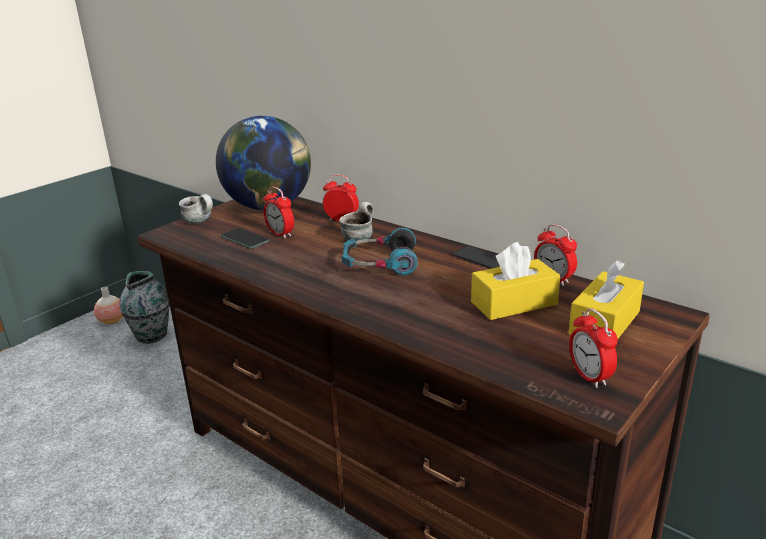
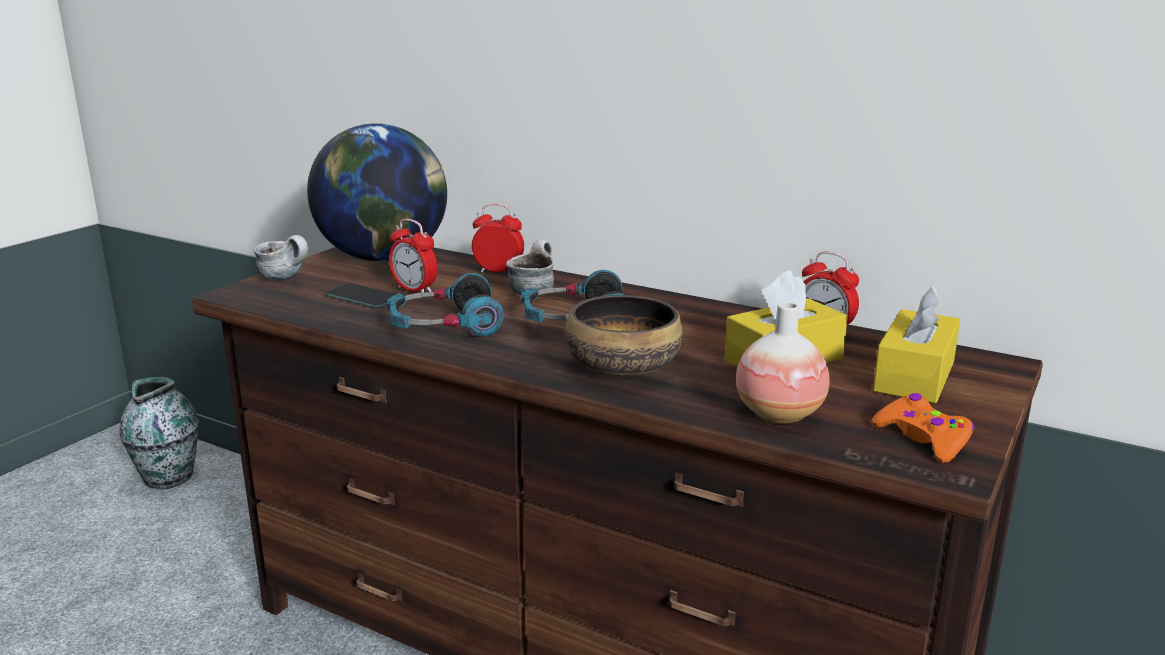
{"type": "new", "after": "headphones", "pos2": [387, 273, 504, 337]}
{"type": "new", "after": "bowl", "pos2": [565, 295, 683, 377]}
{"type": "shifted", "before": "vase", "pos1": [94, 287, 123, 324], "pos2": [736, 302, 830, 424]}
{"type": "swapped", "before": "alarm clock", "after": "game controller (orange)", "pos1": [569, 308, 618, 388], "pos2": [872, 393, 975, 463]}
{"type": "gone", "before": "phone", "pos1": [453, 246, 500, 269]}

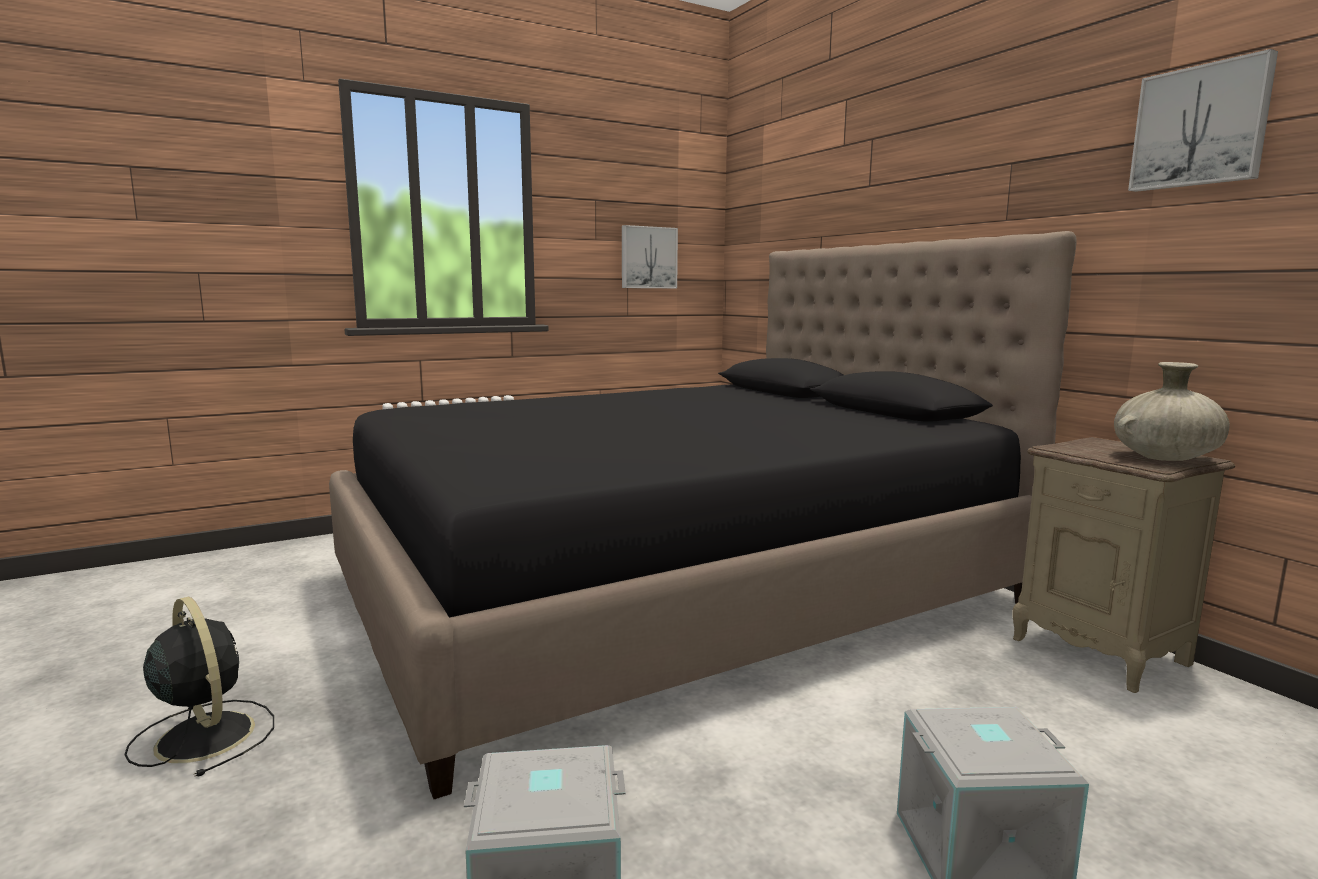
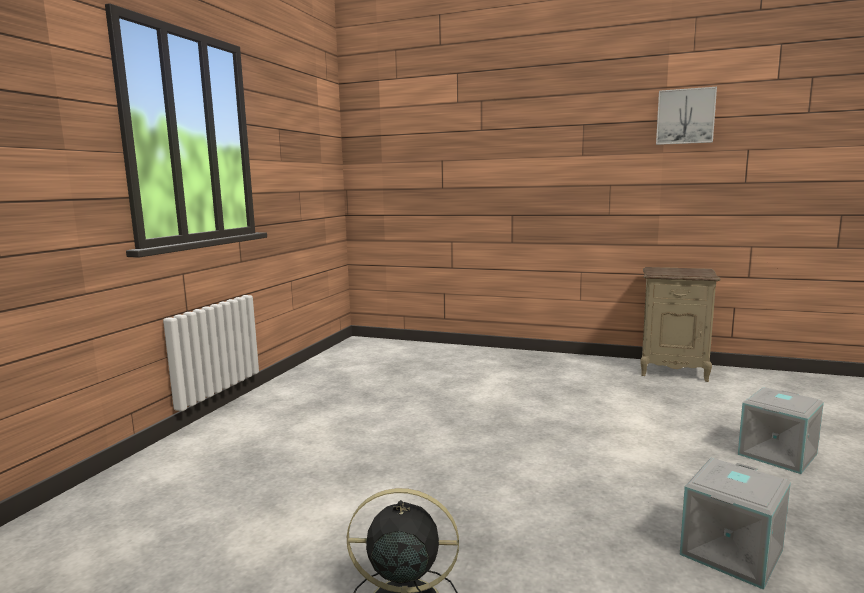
{"type": "gone", "before": "bed (black)", "pos1": [329, 231, 1077, 799]}
{"type": "gone", "before": "picture", "pos1": [622, 225, 678, 288]}
{"type": "gone", "before": "vase (beige)", "pos1": [1114, 362, 1230, 461]}

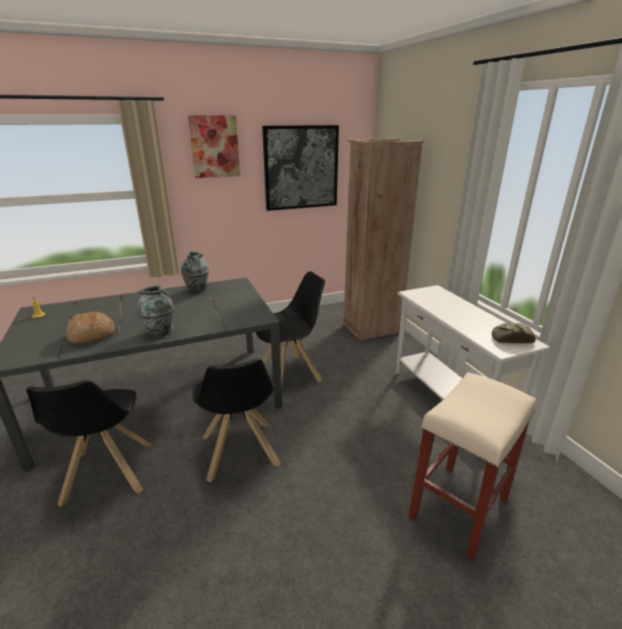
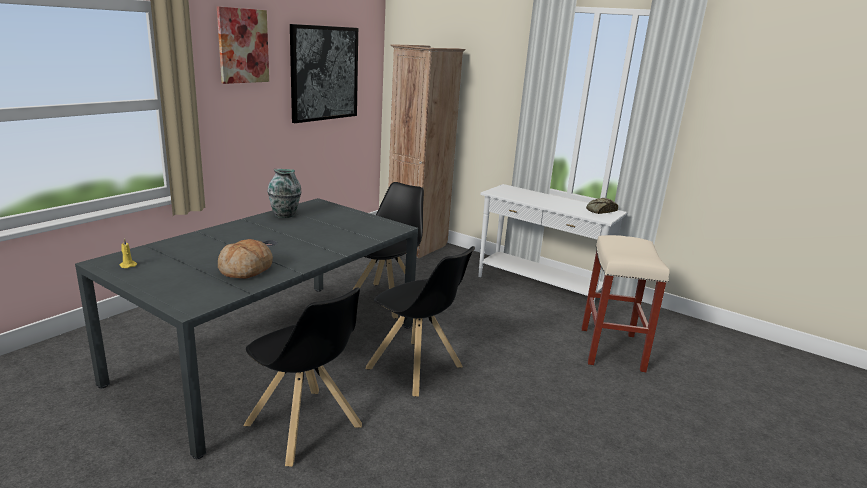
{"type": "gone", "before": "vase", "pos1": [137, 285, 174, 337]}

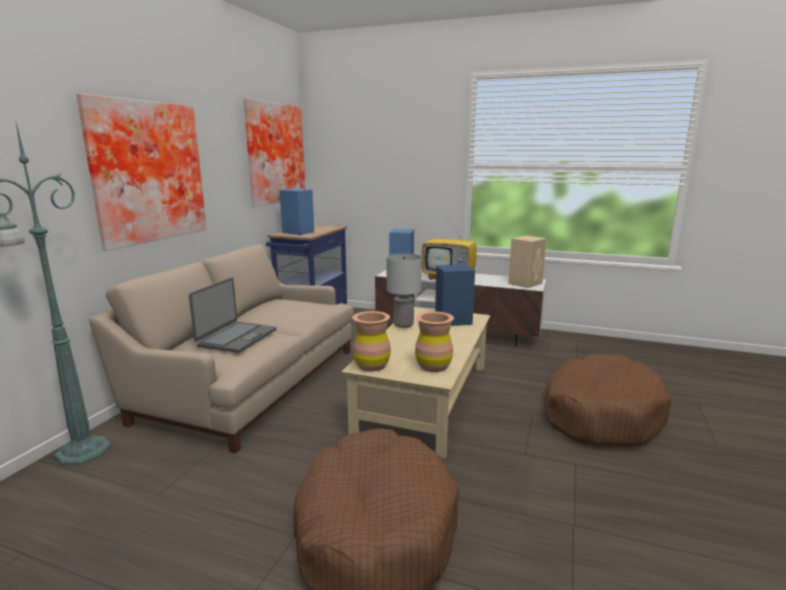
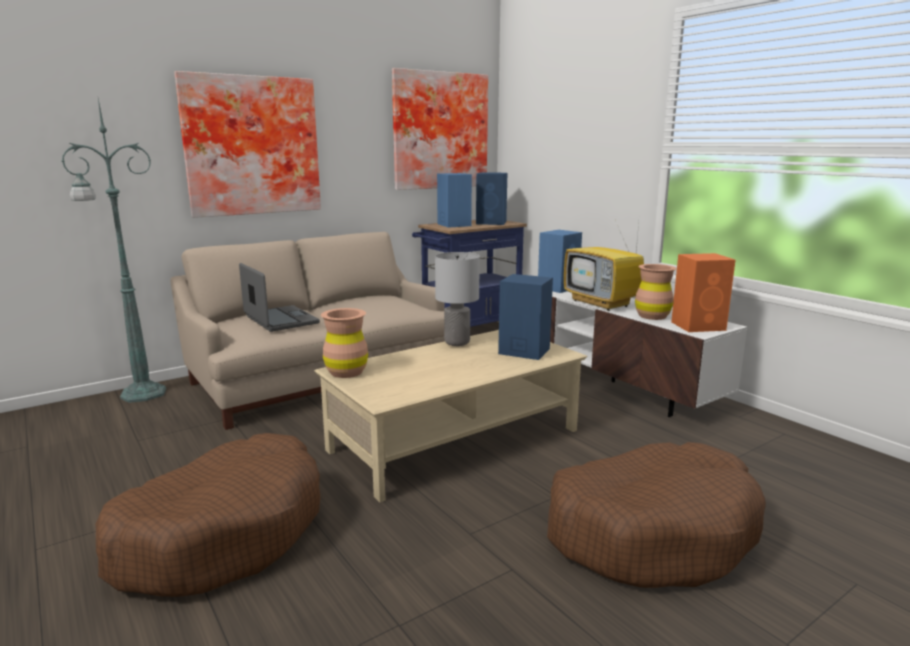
{"type": "rotated", "before": "laptop", "pos1": [189, 278, 276, 353], "pos2": [239, 263, 320, 332], "turn": -90}
{"type": "new", "after": "speaker (blue)", "pos2": [476, 172, 507, 225]}
{"type": "shifted", "before": "vase (brown)", "pos1": [415, 312, 454, 372], "pos2": [635, 264, 676, 320]}
{"type": "repainted", "before": "speaker (beige)", "after": "speaker (orange)", "pos1": [508, 236, 546, 288], "pos2": [671, 253, 736, 332]}

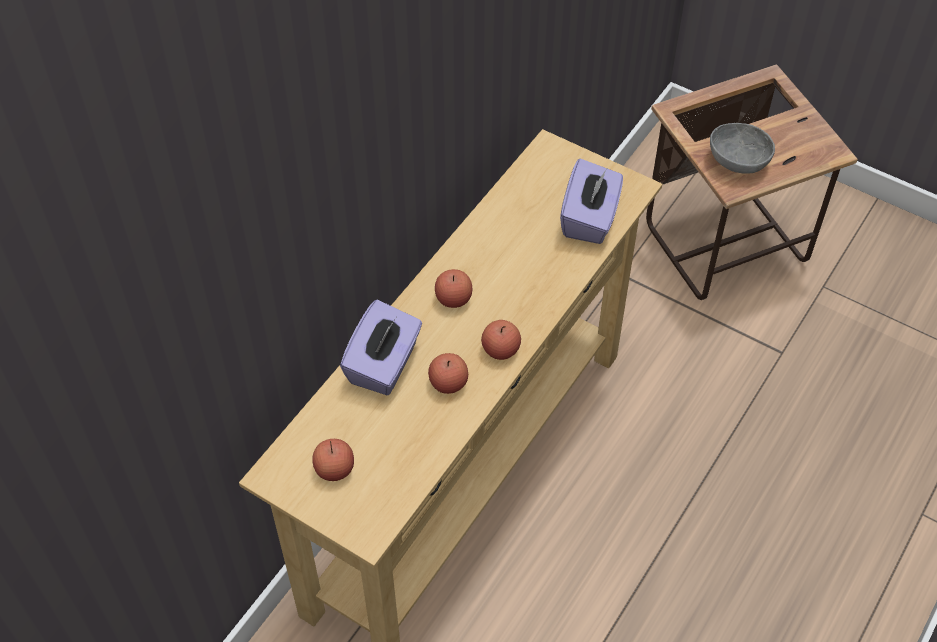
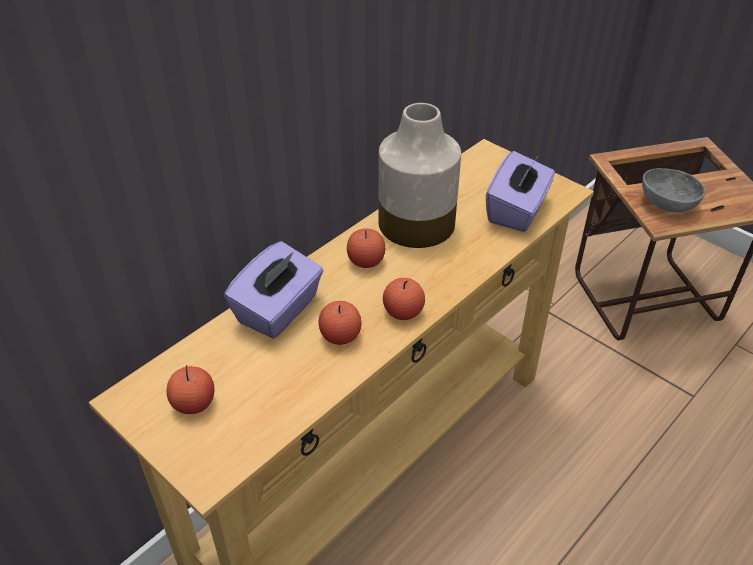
{"type": "new", "after": "vase (beige)", "pos2": [379, 103, 461, 248]}

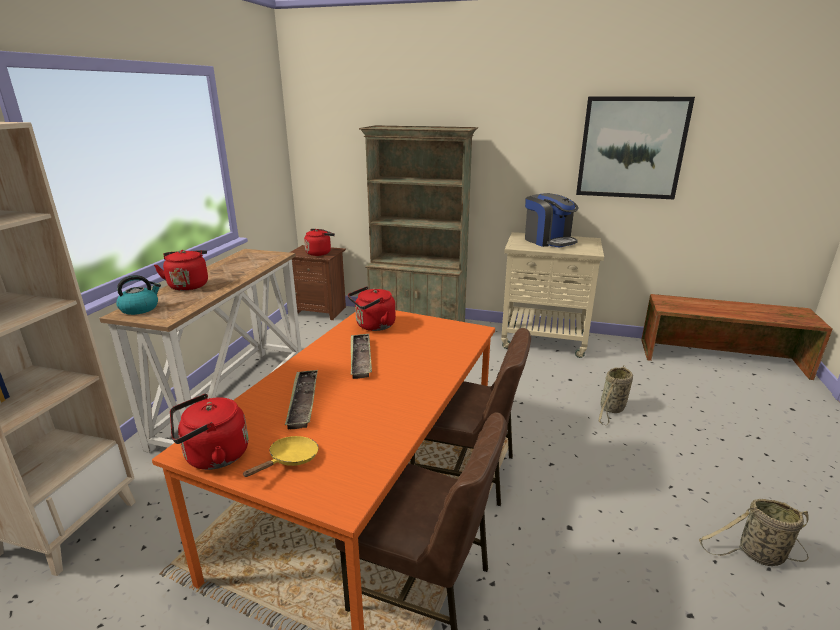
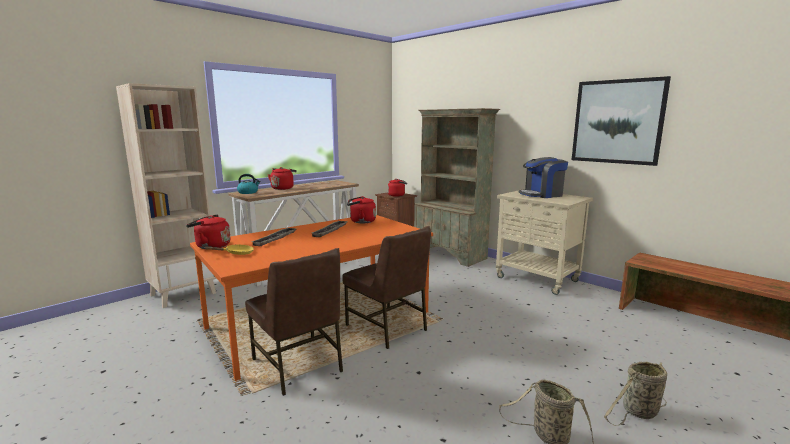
{"type": "rotated", "before": "coffee machine", "pos1": [525, 193, 579, 247], "pos2": [519, 157, 568, 198], "turn": 75}
{"type": "shifted", "before": "basket", "pos1": [599, 365, 633, 425], "pos2": [604, 362, 667, 426]}

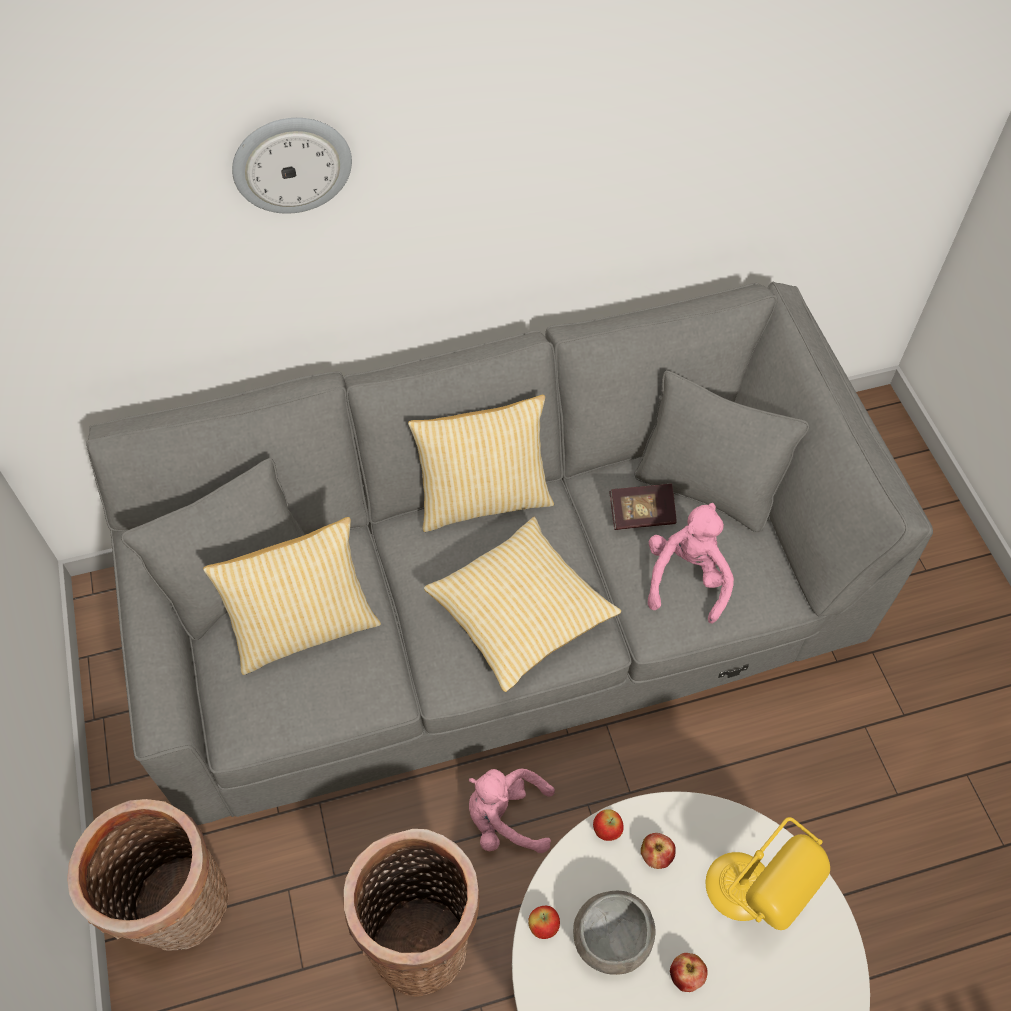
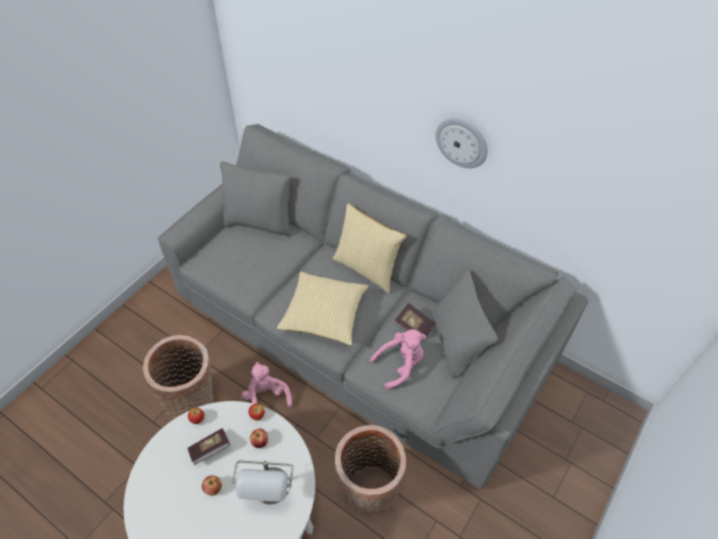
{"type": "swapped", "before": "bowl (grey)", "after": "book", "pos1": [573, 891, 655, 975], "pos2": [188, 428, 230, 465]}
{"type": "repainted", "before": "table lamp (yellow)", "after": "table lamp (white)", "pos1": [706, 817, 830, 930], "pos2": [232, 460, 294, 504]}
{"type": "shifted", "before": "basket", "pos1": [67, 799, 229, 951], "pos2": [335, 425, 407, 515]}
{"type": "shifted", "before": "wall clock", "pos1": [232, 118, 352, 214], "pos2": [436, 118, 487, 168]}
{"type": "gone", "before": "pillow", "pos1": [203, 517, 381, 675]}

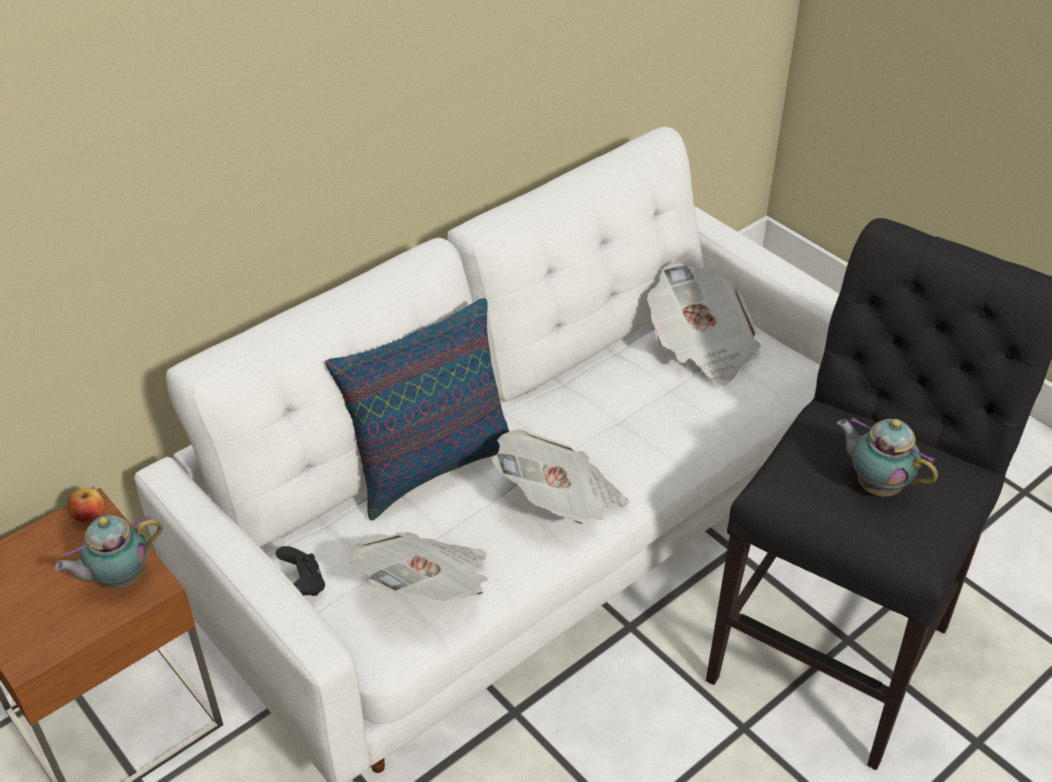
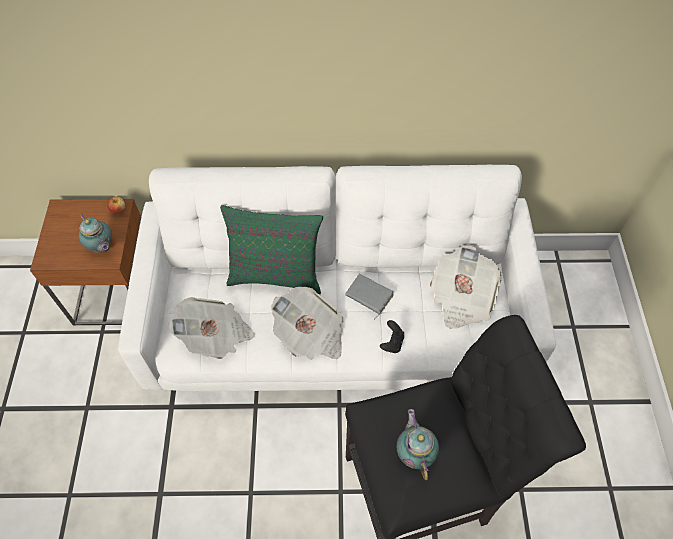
{"type": "rotated", "before": "teapot", "pos1": [55, 515, 163, 590], "pos2": [79, 214, 112, 253], "turn": -135}
{"type": "repainted", "before": "pillow (blue)", "after": "pillow (green)", "pos1": [325, 298, 509, 521], "pos2": [220, 205, 323, 294]}
{"type": "new", "after": "book (grey)", "pos2": [345, 274, 394, 320]}
{"type": "shifted", "before": "game controller (black)", "pos1": [276, 546, 325, 596], "pos2": [380, 320, 404, 353]}

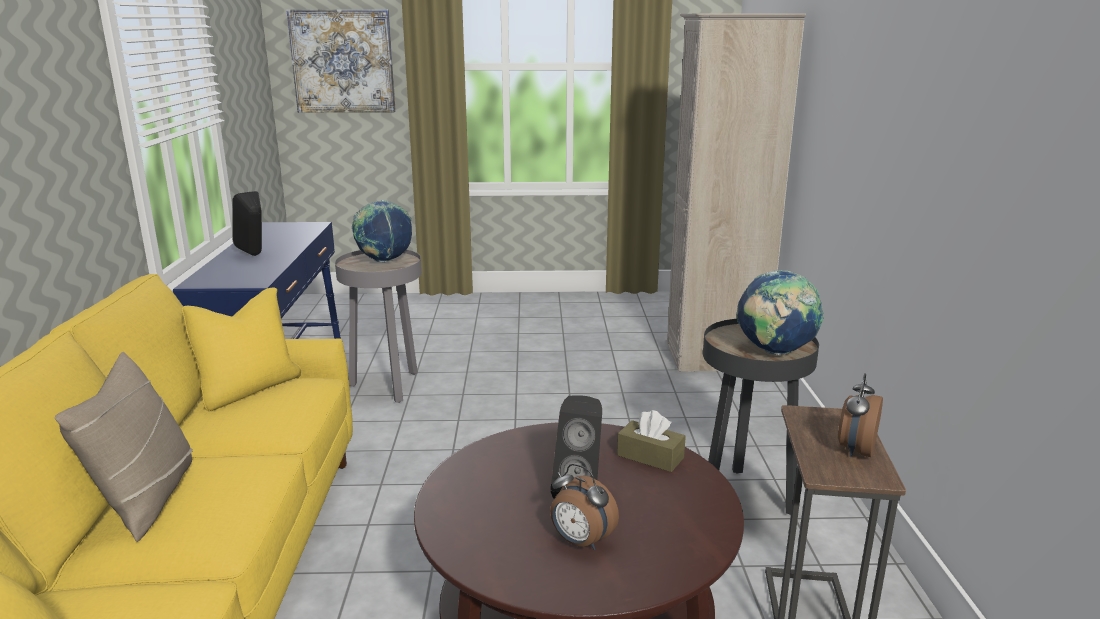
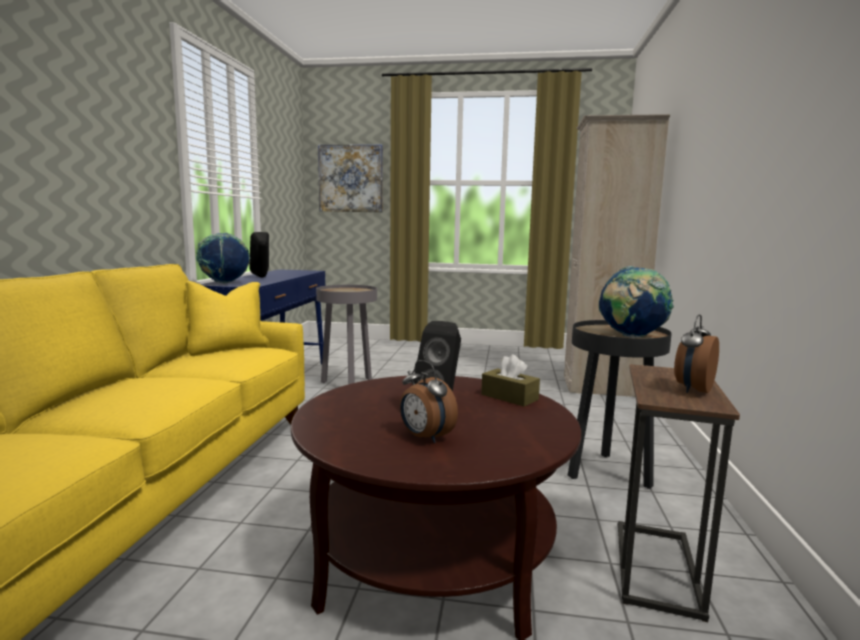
{"type": "shifted", "before": "globe", "pos1": [352, 200, 412, 262], "pos2": [196, 233, 250, 284]}
{"type": "gone", "before": "pillow (beige)", "pos1": [55, 352, 193, 542]}

